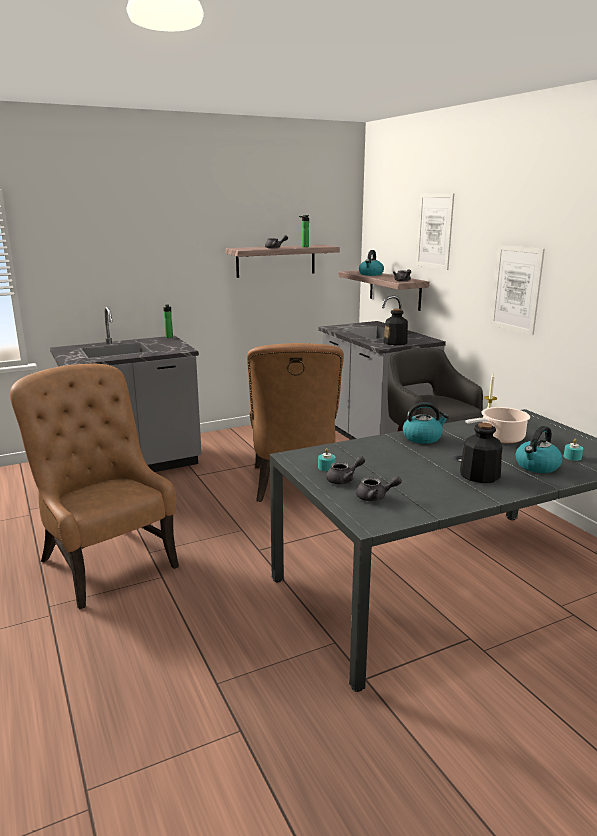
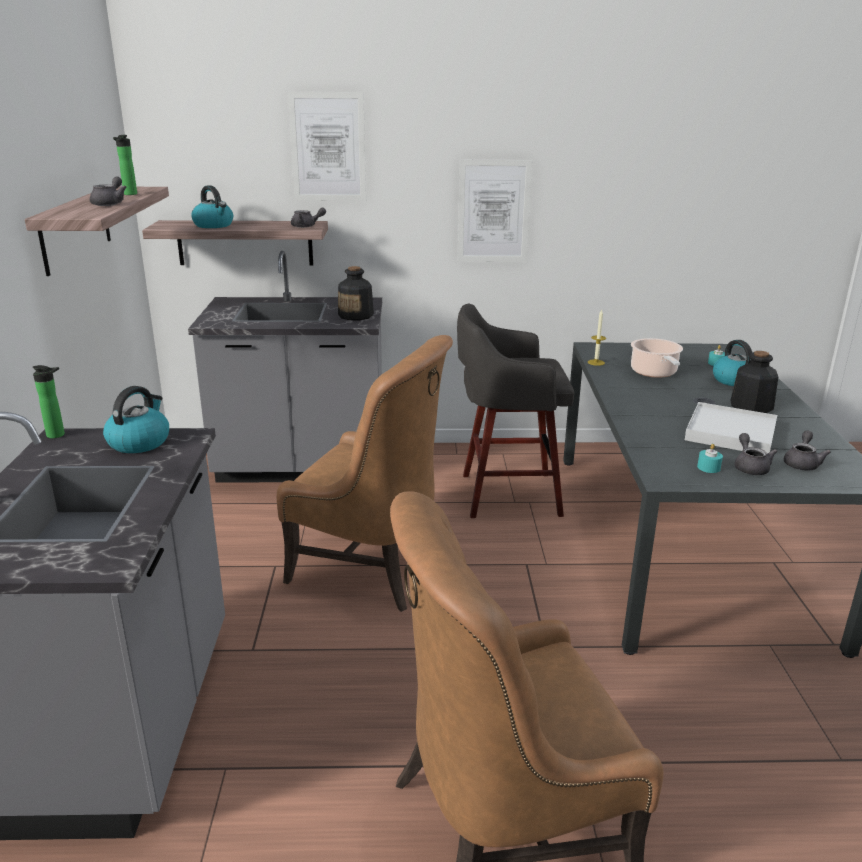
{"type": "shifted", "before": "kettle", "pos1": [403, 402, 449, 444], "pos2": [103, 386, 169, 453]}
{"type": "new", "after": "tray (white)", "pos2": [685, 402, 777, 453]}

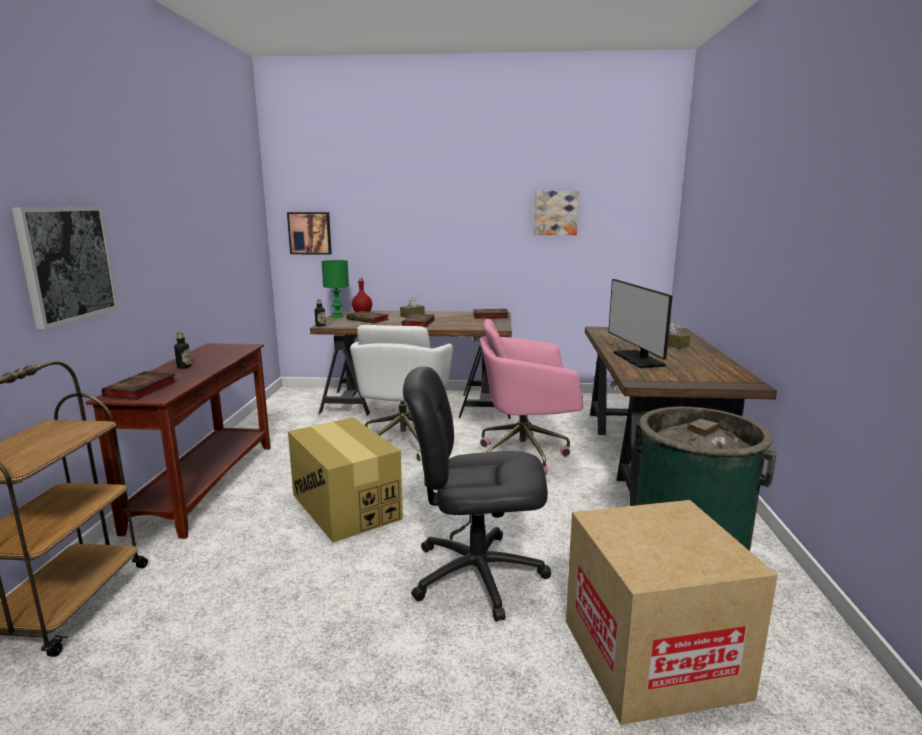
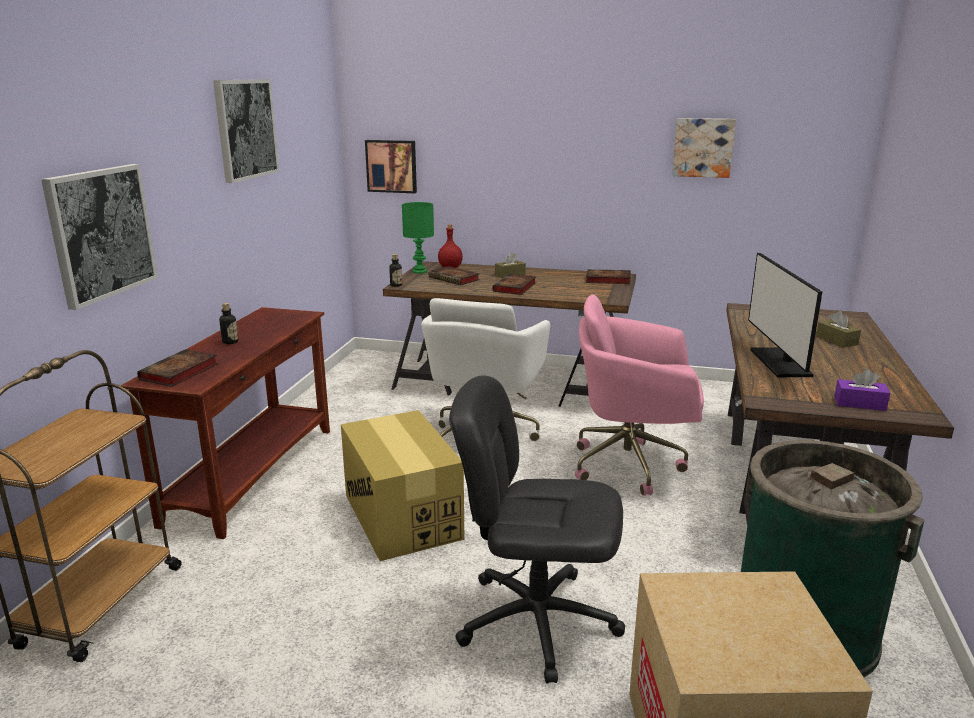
{"type": "new", "after": "picture", "pos2": [213, 79, 280, 183]}
{"type": "new", "after": "tissue box (purple)", "pos2": [834, 369, 890, 411]}

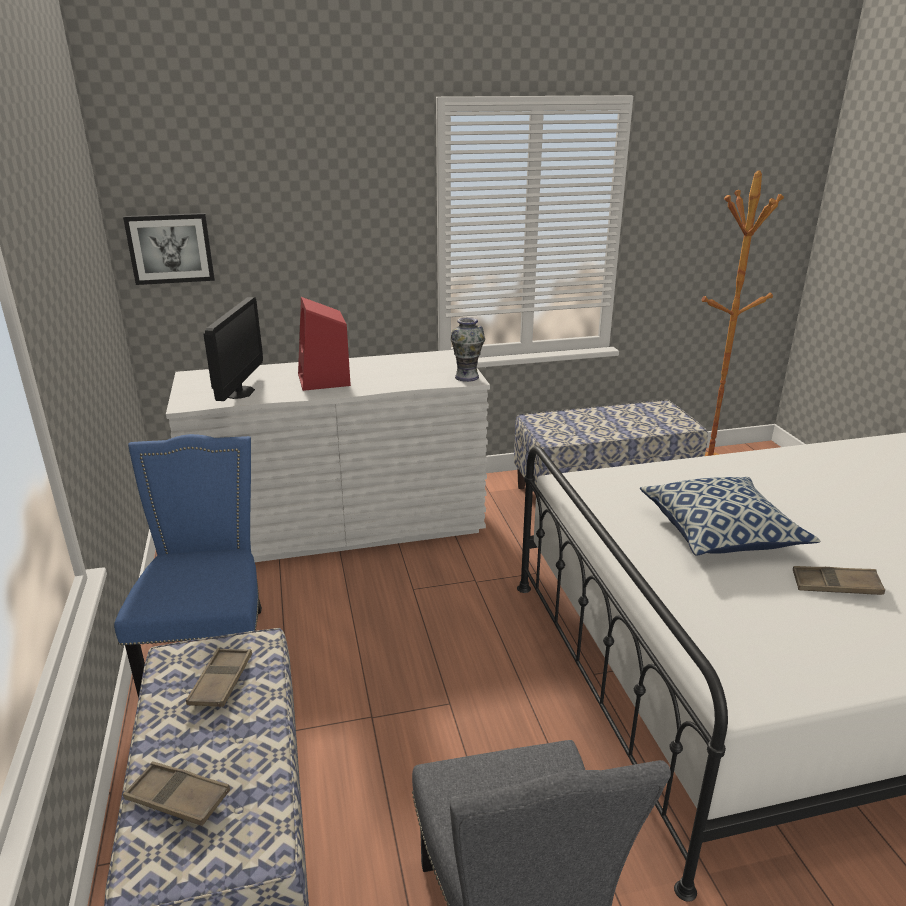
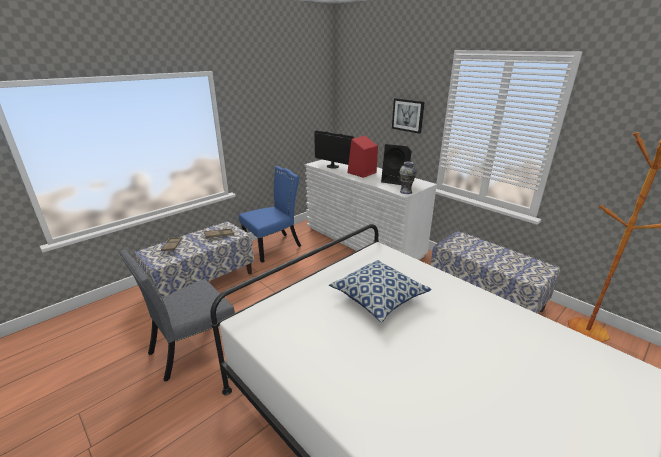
{"type": "rotated", "before": "monitor", "pos1": [203, 297, 263, 401], "pos2": [314, 130, 354, 169], "turn": -120}
{"type": "new", "after": "speaker (black)", "pos2": [381, 144, 411, 185]}
{"type": "shifted", "before": "picture", "pos1": [123, 213, 215, 285], "pos2": [392, 98, 425, 134]}
{"type": "gone", "before": "tray (brown)", "pos1": [793, 566, 885, 595]}

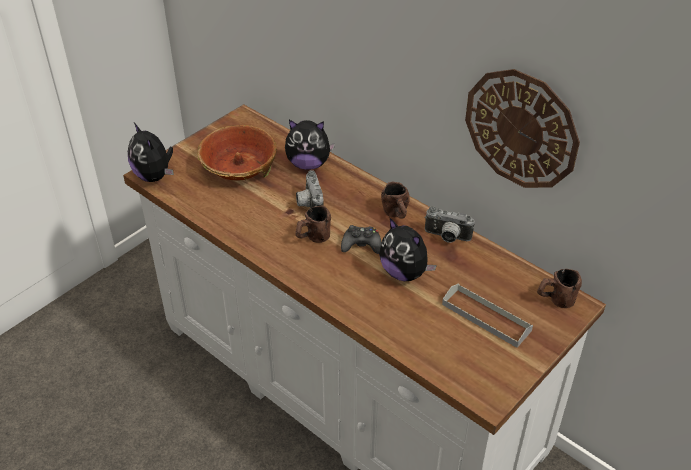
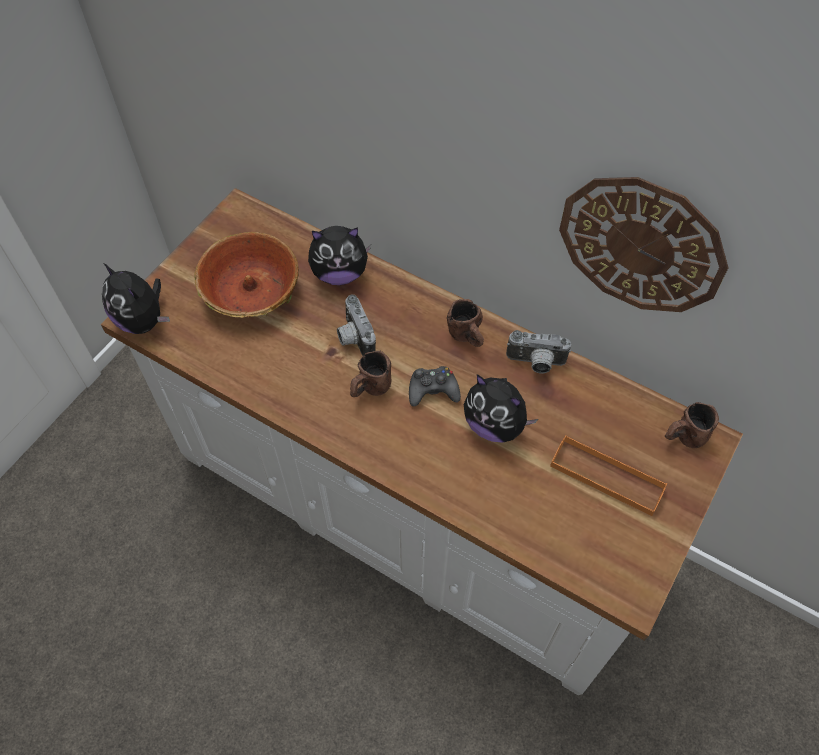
{"type": "repainted", "before": "tray (grey)", "after": "tray (orange)", "pos1": [442, 283, 533, 348], "pos2": [550, 435, 667, 516]}

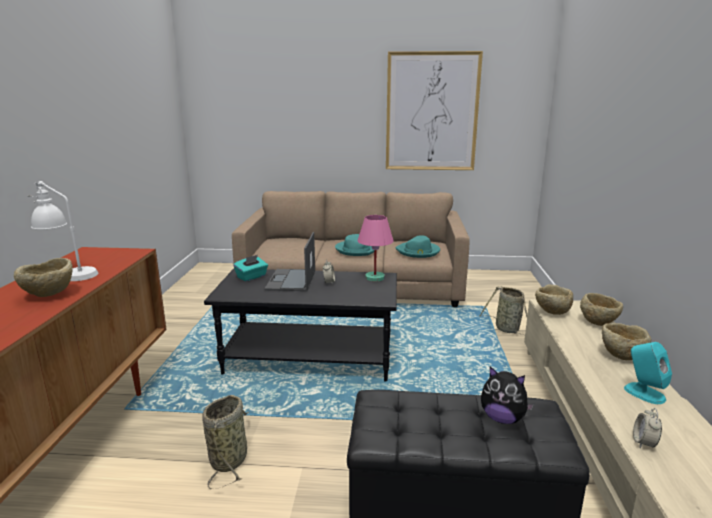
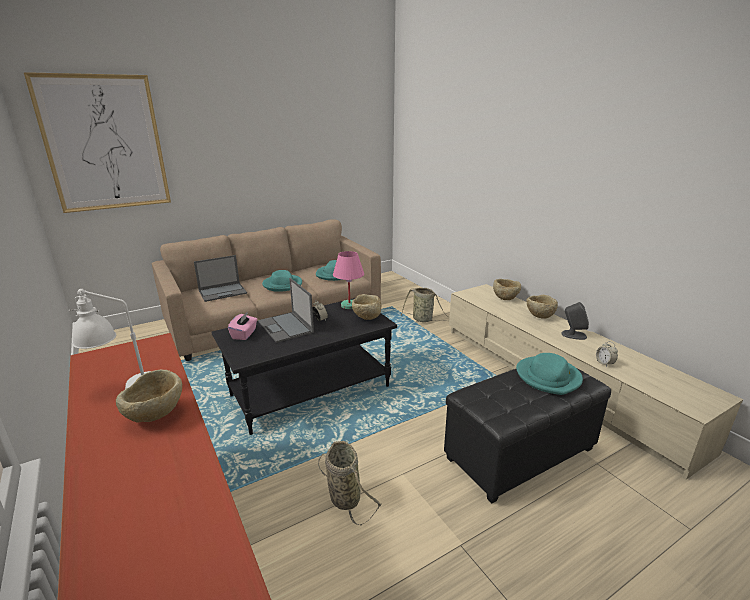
{"type": "shifted", "before": "picture", "pos1": [386, 51, 483, 170], "pos2": [24, 72, 171, 213]}
{"type": "new", "after": "laptop", "pos2": [194, 255, 247, 302]}
{"type": "repainted", "before": "tissue box (turquoise)", "after": "tissue box (pink)", "pos1": [233, 255, 268, 281], "pos2": [228, 312, 257, 340]}
{"type": "shifted", "before": "bowl (beige)", "pos1": [535, 285, 573, 315], "pos2": [352, 294, 381, 320]}
{"type": "swapped", "before": "plush toy", "after": "hat (turquoise)", "pos1": [481, 366, 534, 424], "pos2": [516, 353, 583, 395]}
{"type": "repainted", "before": "speaker (turquoise)", "after": "speaker (grey)", "pos1": [624, 342, 672, 404], "pos2": [561, 302, 589, 340]}

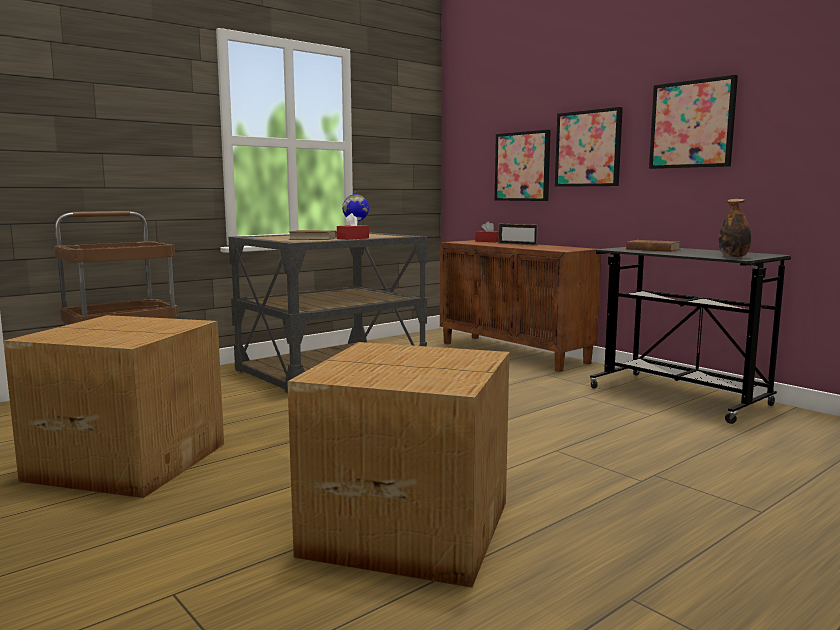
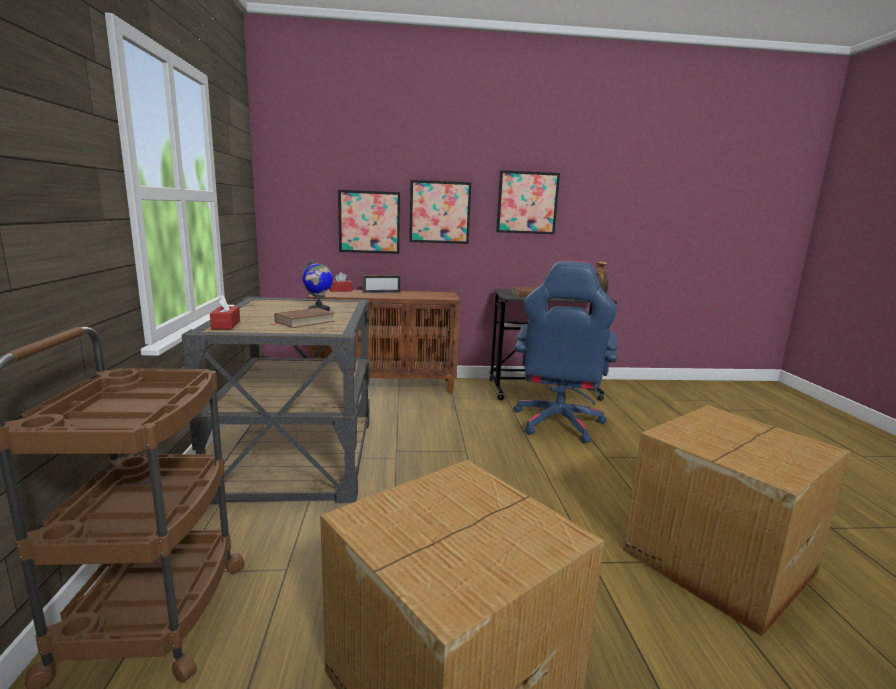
{"type": "shifted", "before": "tissue box (red)", "pos1": [337, 213, 369, 240], "pos2": [210, 295, 240, 329]}
{"type": "new", "after": "office chair (blue)", "pos2": [513, 261, 617, 443]}

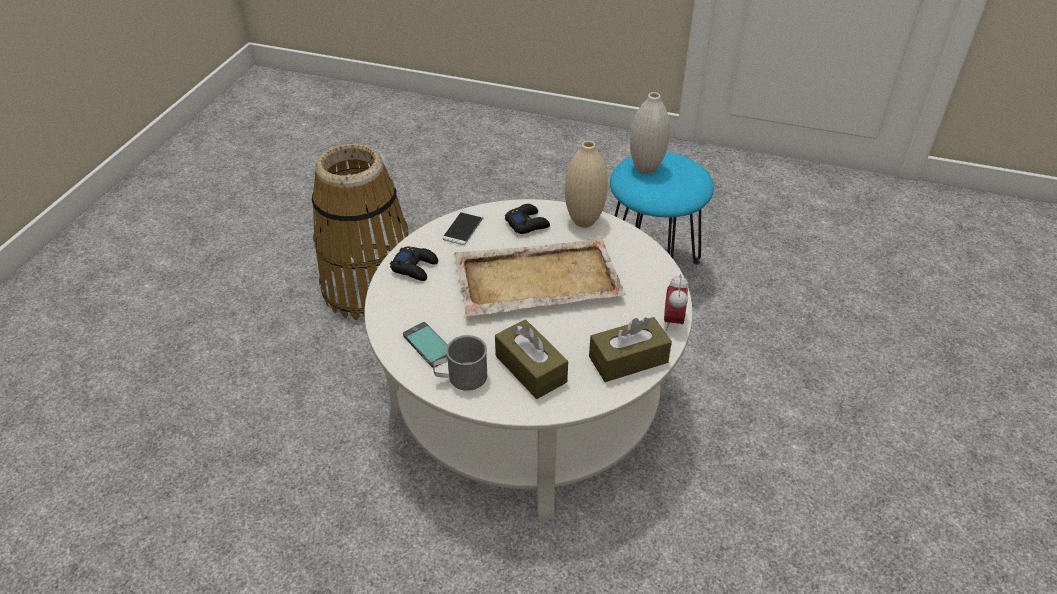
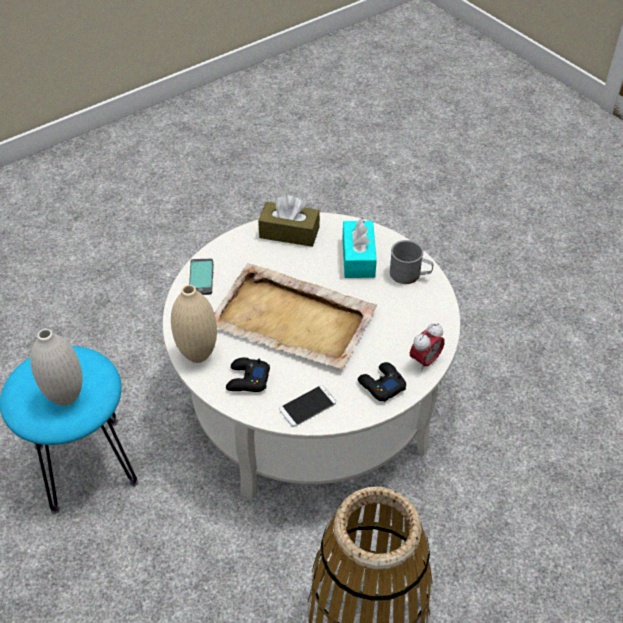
{"type": "shifted", "before": "phone", "pos1": [403, 322, 447, 367], "pos2": [189, 259, 214, 295]}
{"type": "repainted", "before": "tissue box (brown)", "after": "tissue box (turquoise)", "pos1": [495, 319, 568, 399], "pos2": [343, 218, 377, 278]}
{"type": "shifted", "before": "alarm clock", "pos1": [664, 274, 688, 330], "pos2": [410, 323, 445, 372]}

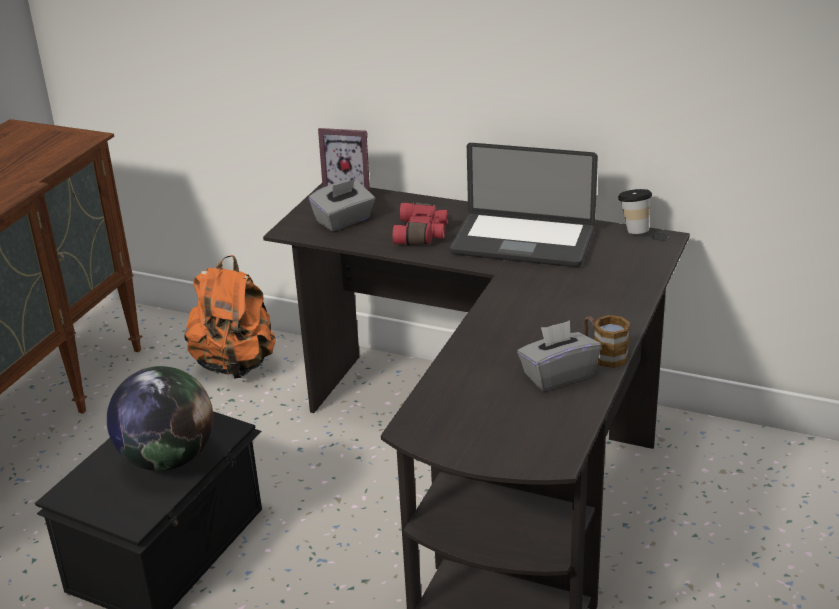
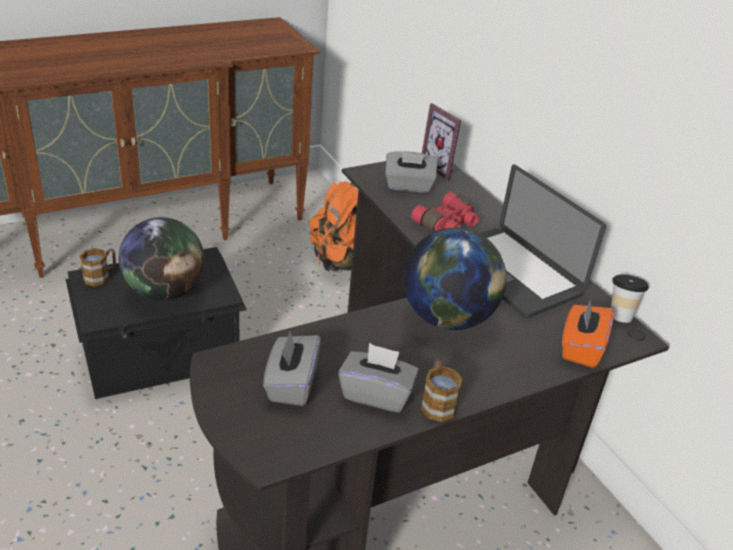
{"type": "new", "after": "mug", "pos2": [80, 248, 116, 287]}
{"type": "new", "after": "tissue box (grey)", "pos2": [263, 332, 321, 406]}
{"type": "new", "after": "globe", "pos2": [404, 227, 507, 330]}
{"type": "new", "after": "tissue box (orange)", "pos2": [562, 299, 614, 368]}

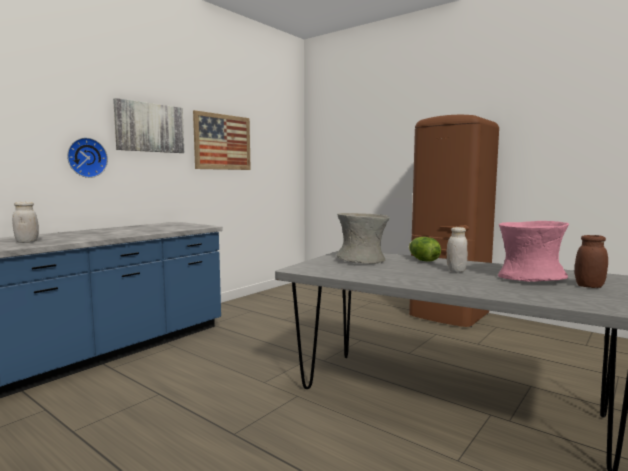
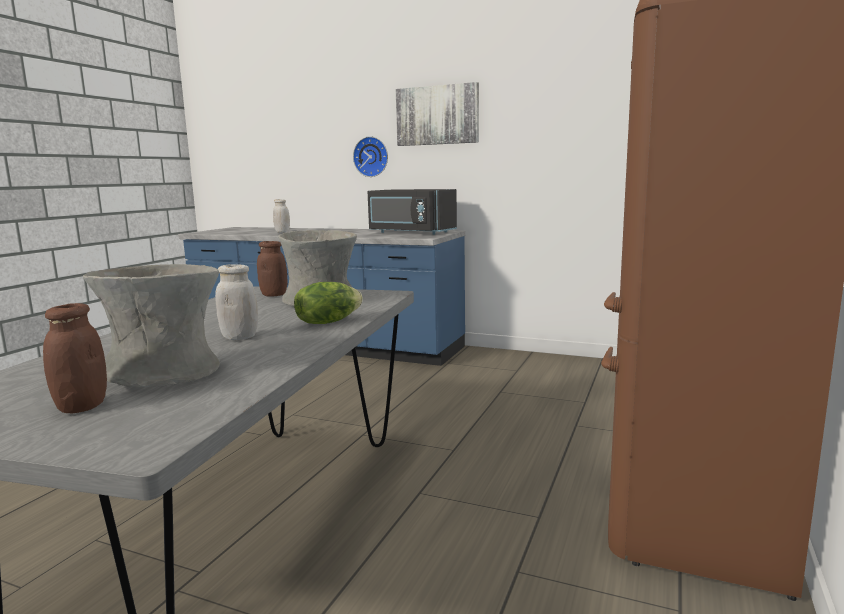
{"type": "repainted", "before": "vase (pink)", "after": "vase (grey)", "pos1": [498, 221, 569, 282], "pos2": [83, 264, 220, 387]}
{"type": "new", "after": "jar (brown)", "pos2": [257, 241, 287, 296]}
{"type": "new", "after": "microwave (black)", "pos2": [368, 189, 457, 235]}
{"type": "gone", "before": "picture", "pos1": [193, 110, 251, 170]}

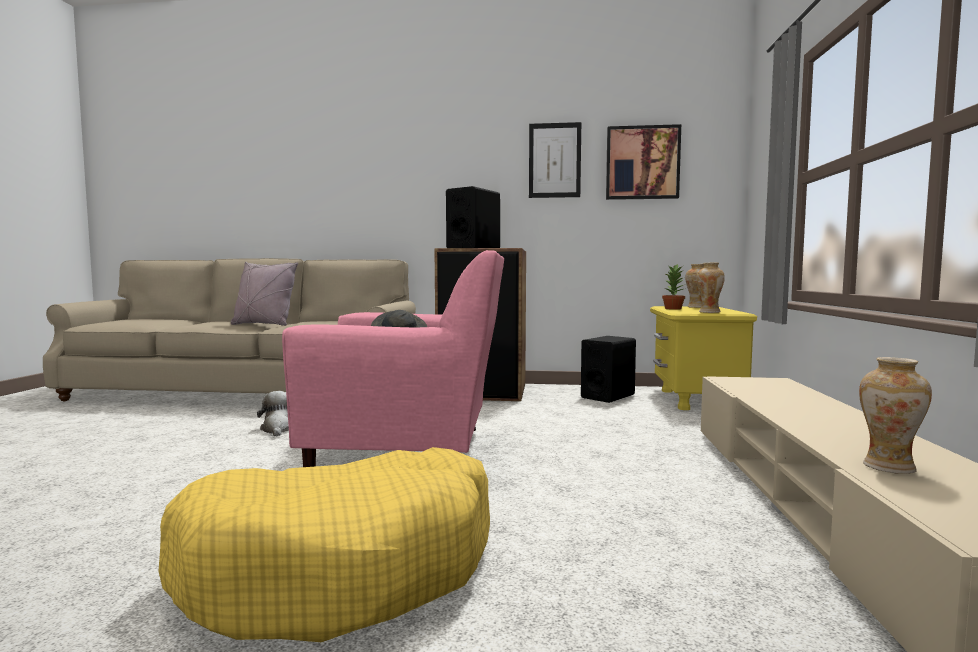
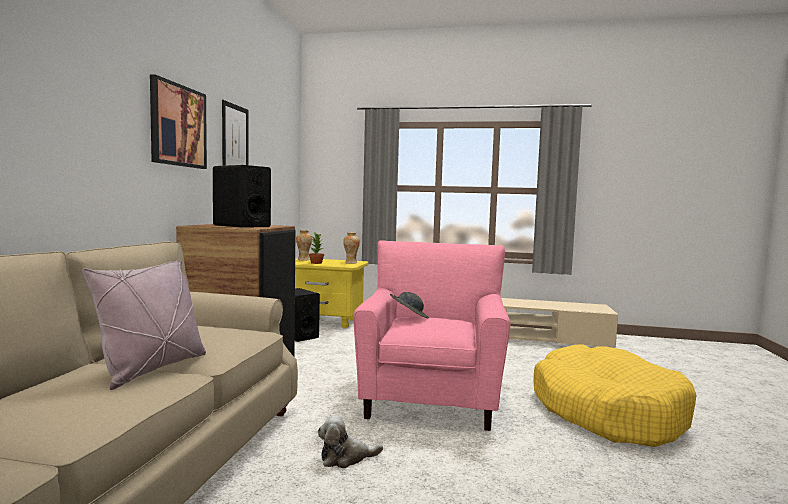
{"type": "shifted", "before": "picture", "pos1": [606, 124, 681, 200], "pos2": [150, 74, 207, 169]}
{"type": "gone", "before": "vase", "pos1": [859, 357, 932, 474]}

